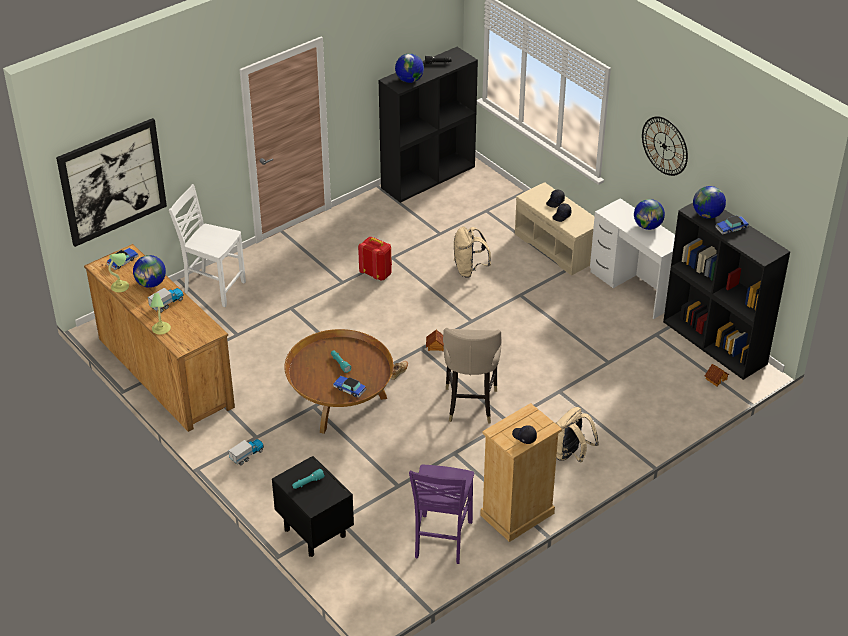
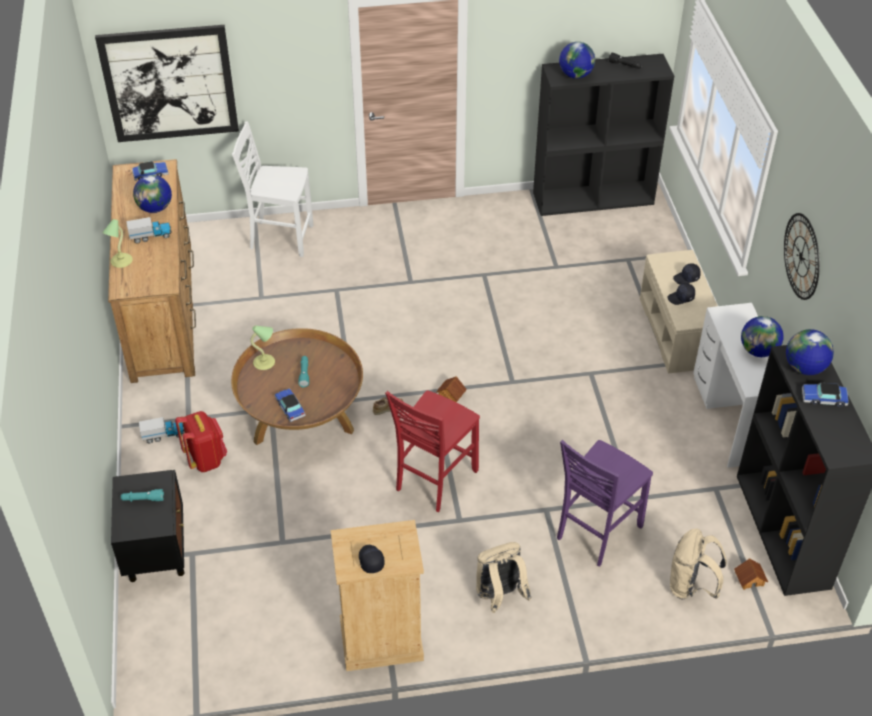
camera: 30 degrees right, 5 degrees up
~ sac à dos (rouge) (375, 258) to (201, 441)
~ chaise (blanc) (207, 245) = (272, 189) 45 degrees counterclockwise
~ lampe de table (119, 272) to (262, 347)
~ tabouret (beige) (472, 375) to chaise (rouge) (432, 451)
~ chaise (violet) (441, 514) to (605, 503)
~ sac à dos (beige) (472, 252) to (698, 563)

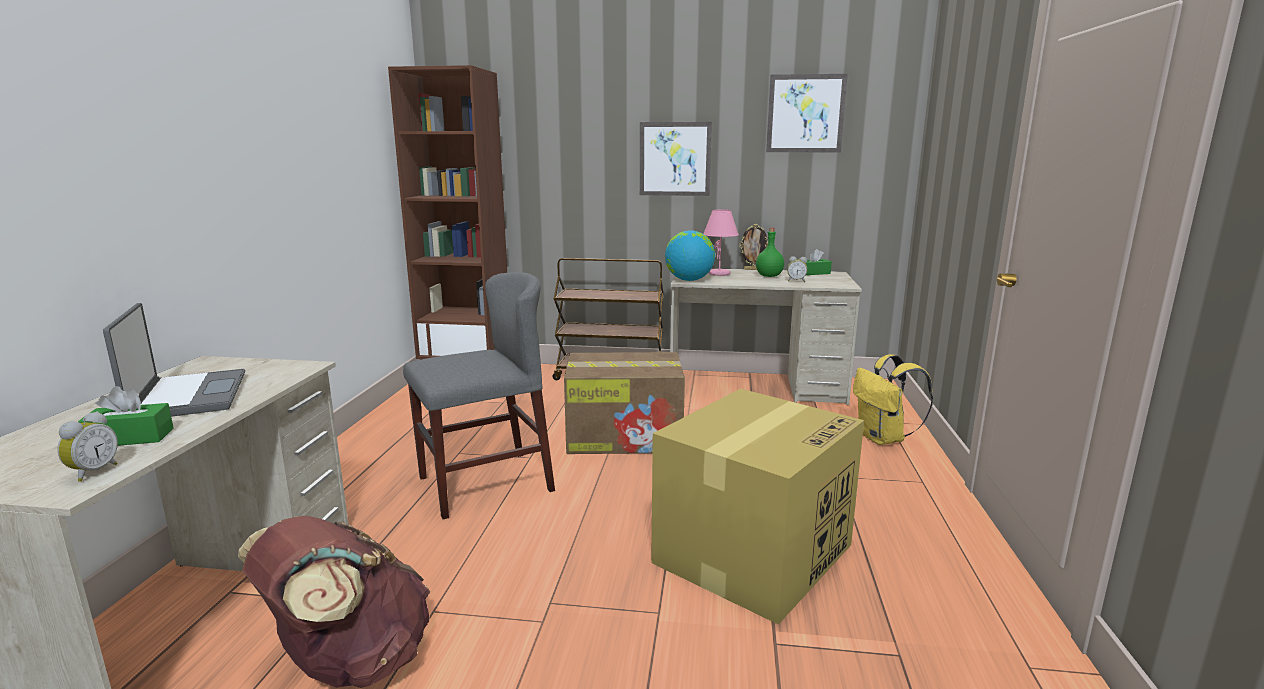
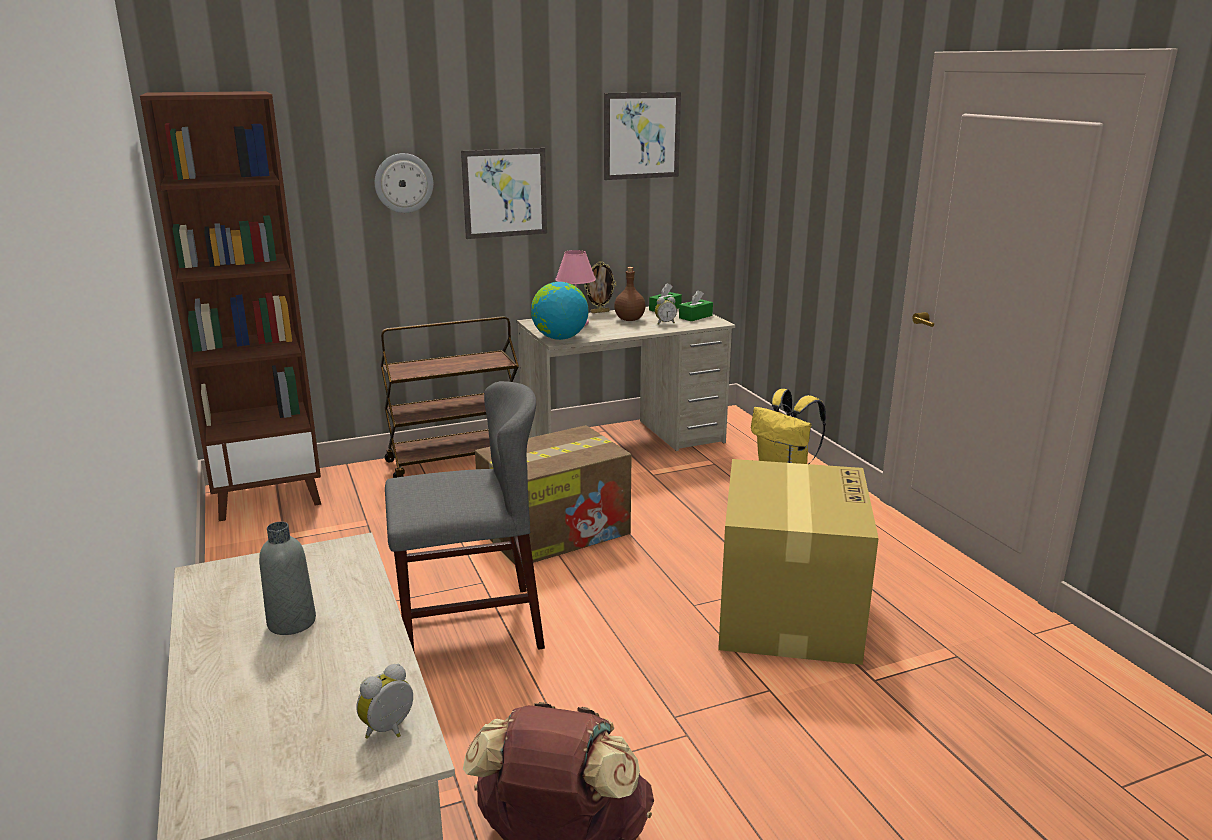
camera: 30 degrees left, 5 degrees up
~ ordinateur portable (174, 360) to bouteille (gris) (287, 578)
~ réveil (87, 446) = (384, 701) 120 degrees counterclockwise
+ horloge murale (404, 183)
~ chaise (gris) (479, 395) = (465, 517) 45 degrees clockwise
~ bouteille (vert) (770, 252) to bouteille (marron) (630, 294)
~ boîte à mouchoirs (vert) (126, 416) to (696, 305)

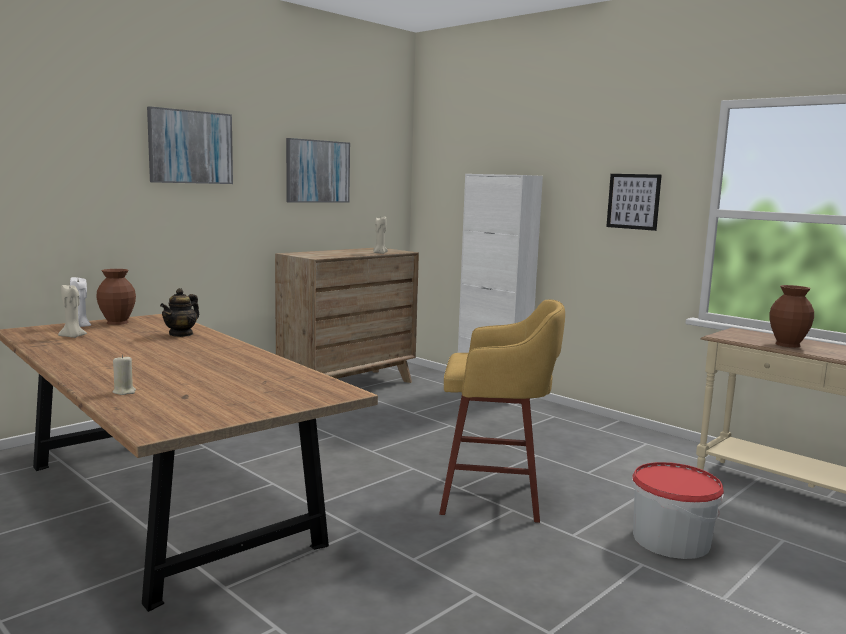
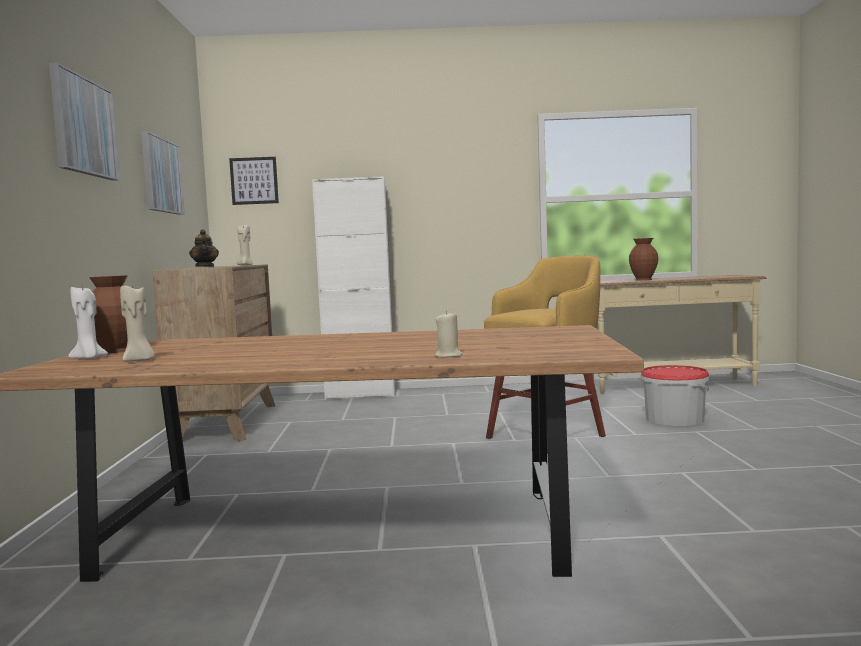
camera: 45 degrees left, 5 degrees down
~ théière (179, 312) to (204, 248)
~ tableau (634, 202) to (254, 181)

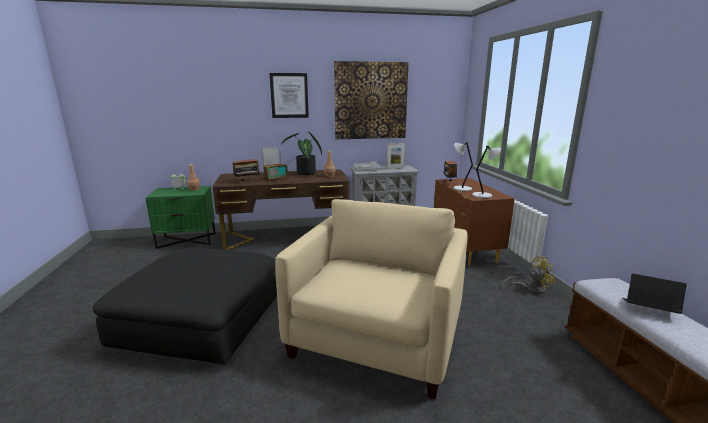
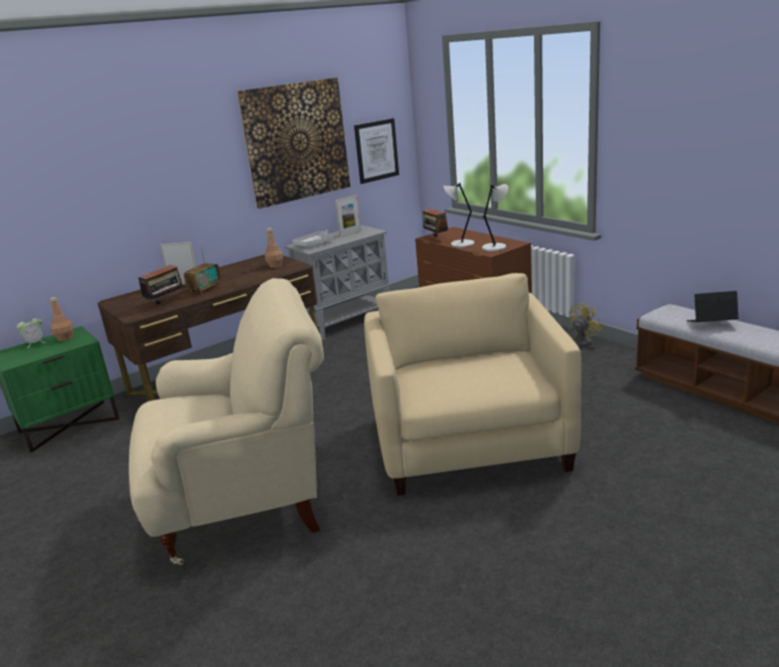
camera: 25 degrees left, 5 degrees up
~ pouf (noir) (185, 306) to fauteuil (beige) (226, 421)
~ tableau (289, 95) to (376, 151)
- plante en pot (301, 153)

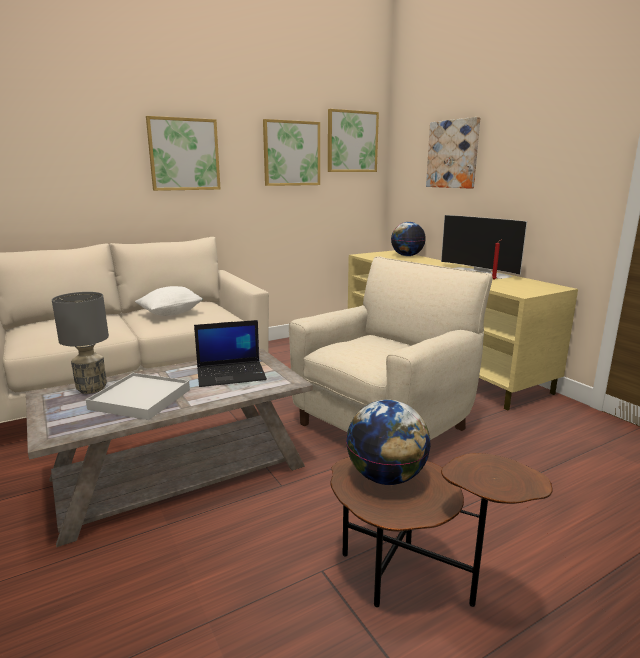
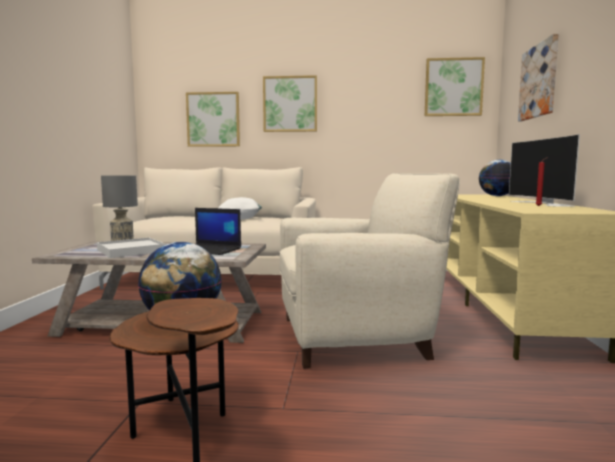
camera: 35 degrees right, 10 degrees down
~ tableau (291, 152) to (213, 119)

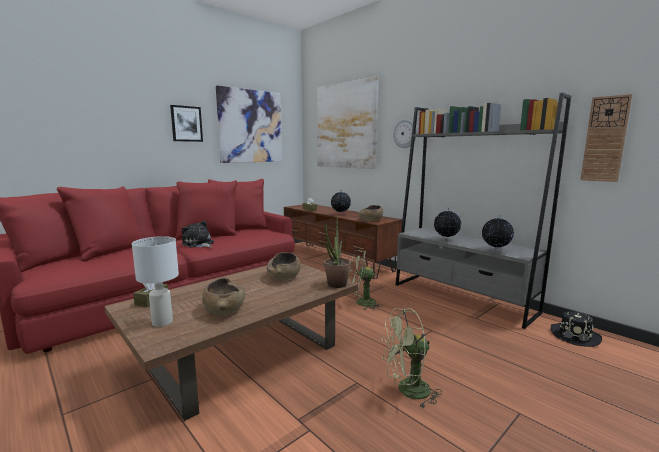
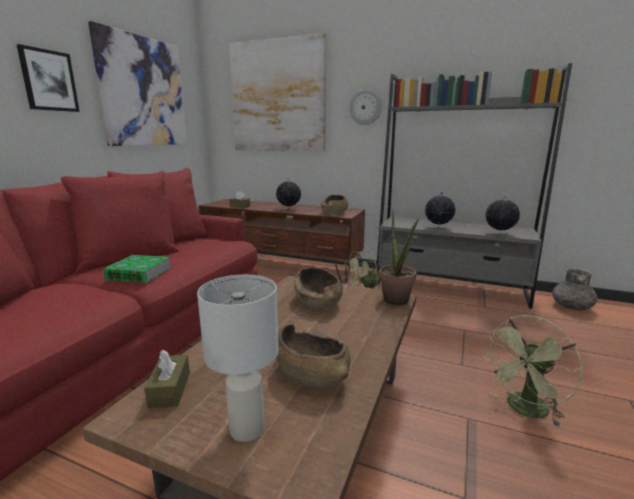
camera: 25 degrees left, 5 degrees up
~ peluche (198, 234) to livre (137, 269)
~ chapeau (noir) (576, 329) to vase (gris) (575, 289)
- horloge murale (606, 138)

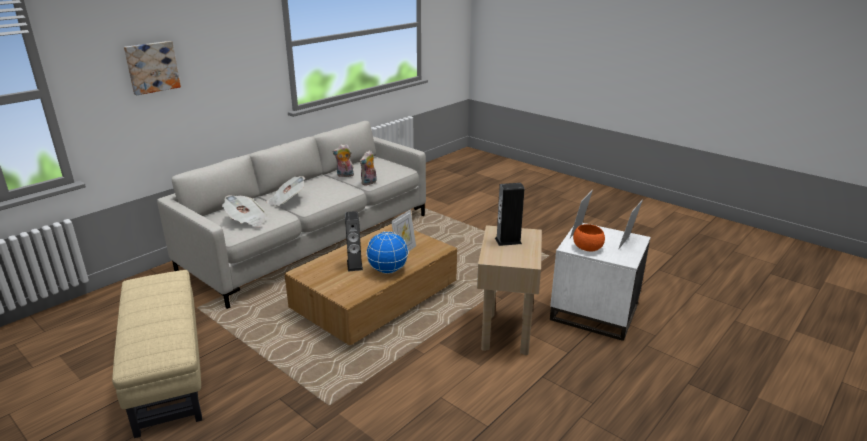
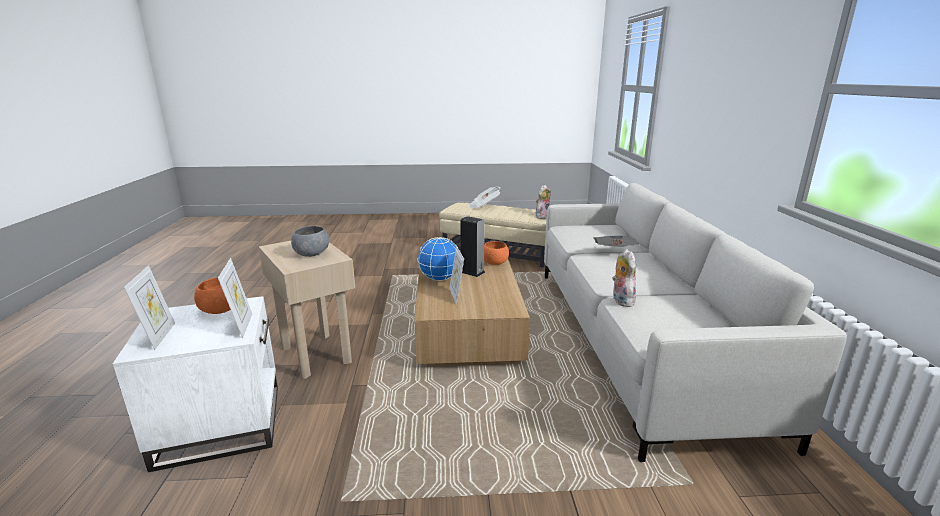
camera: 135 degrees right, 5 degrees down
~ enceinte (509, 214) to bol (gris) (310, 241)
~ journal (244, 211) to (483, 197)
+ bol (orange) (496, 253)
~ peluche (343, 160) to (543, 202)
- tableau (152, 68)

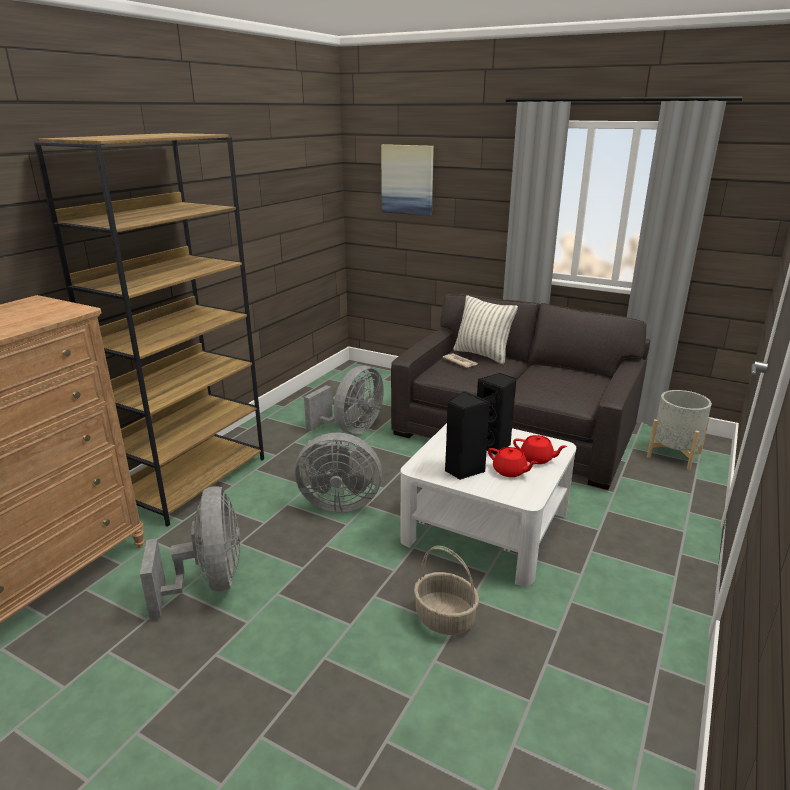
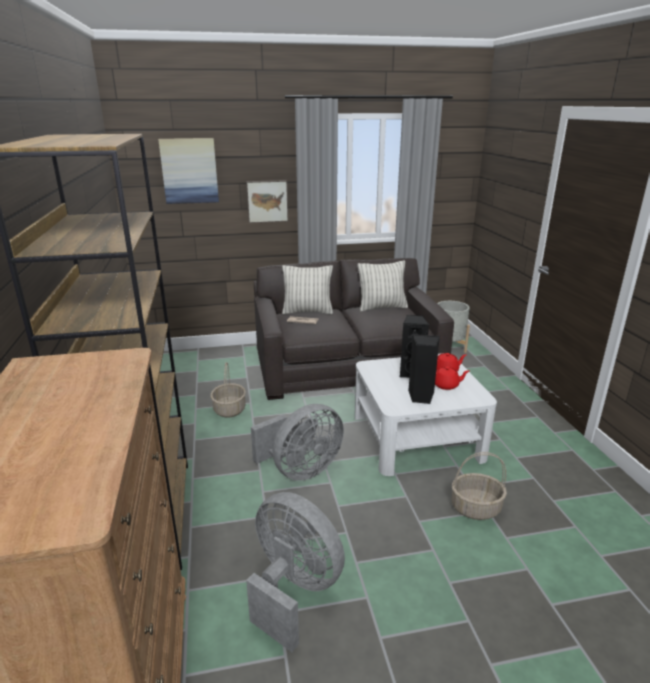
camera: 40 degrees left, 0 degrees up
~ ventilateur (gris) (344, 400) to panier (228, 390)
+ tableau (267, 201)
+ coussin (382, 285)

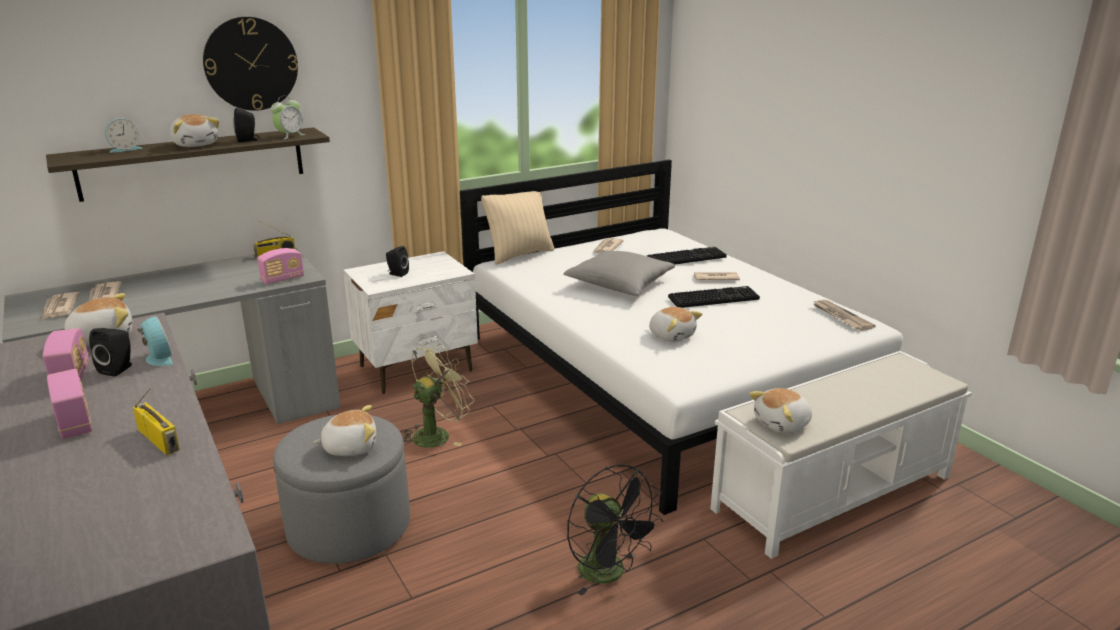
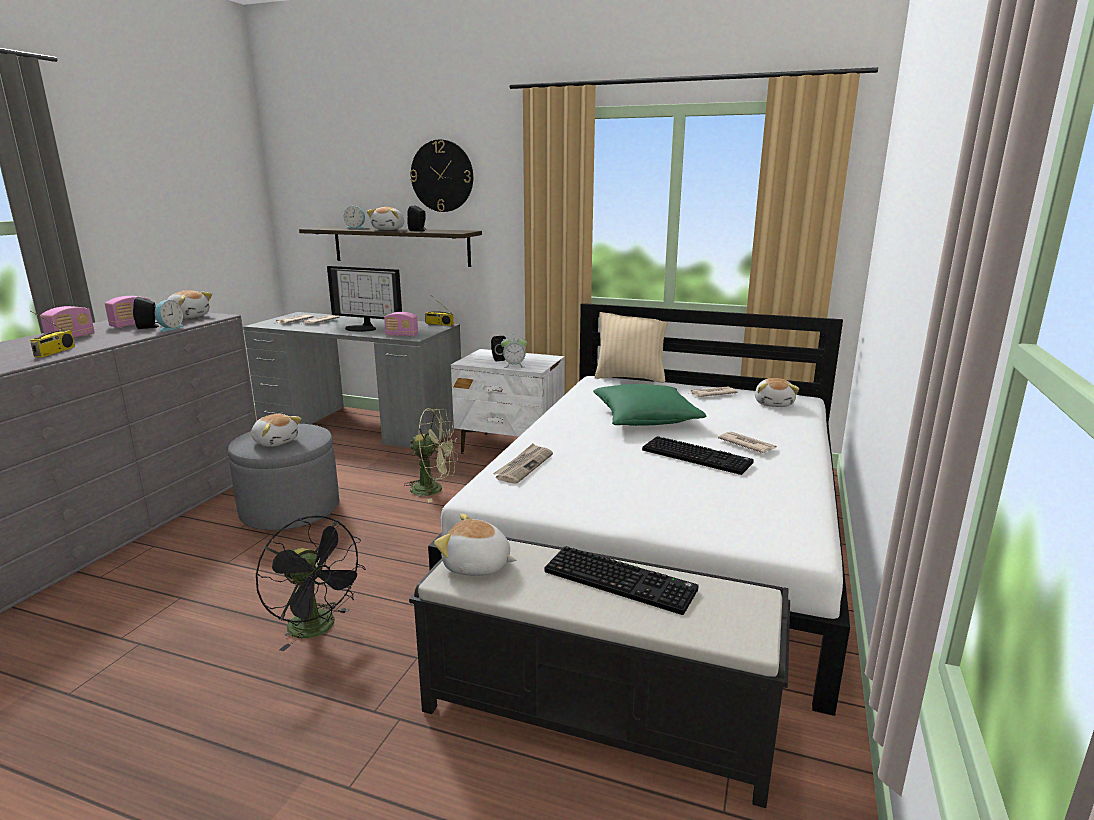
camera: 50 degrees right, 5 degrees down
~ ventilateur (noir) (615, 530) = (311, 583) 60 degrees counterclockwise
+ écran d'ordinateur (364, 299)
~ banc (blanc) (841, 455) to banc (noir) (599, 672)
~ journal (844, 315) to (523, 464)
~ réveil (288, 117) to (514, 351)
~ clavier (687, 255) to (622, 580)
~ coussin (gris) (619, 273) to coussin (vert) (649, 405)
~ peluche (676, 324) to (777, 392)

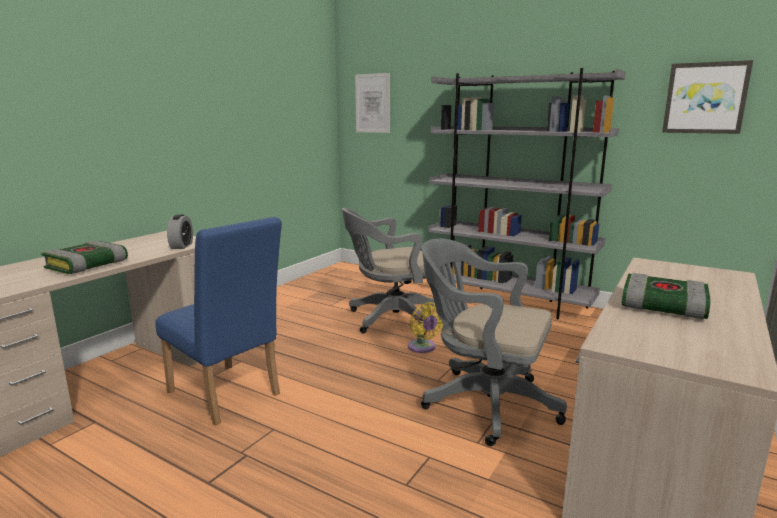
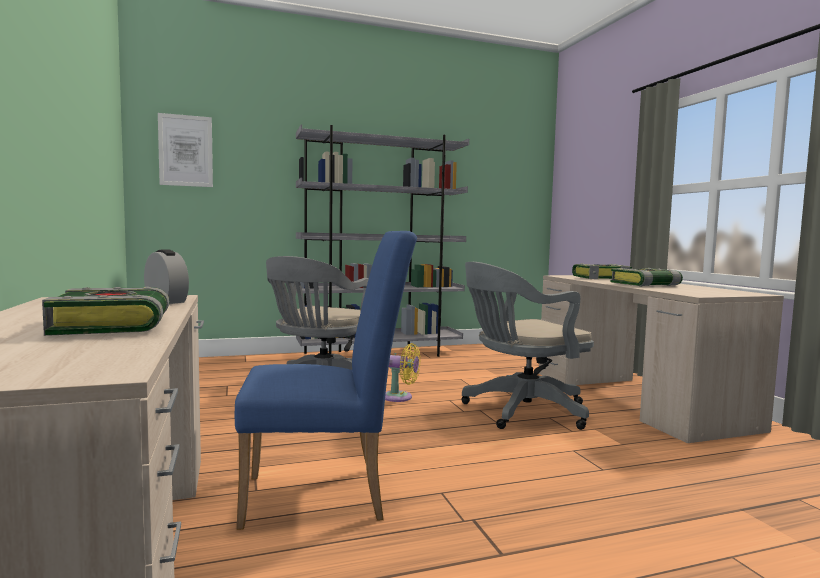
camera: 50 degrees left, 10 degrees down
+ livre (602, 271)
- tableau (707, 97)

